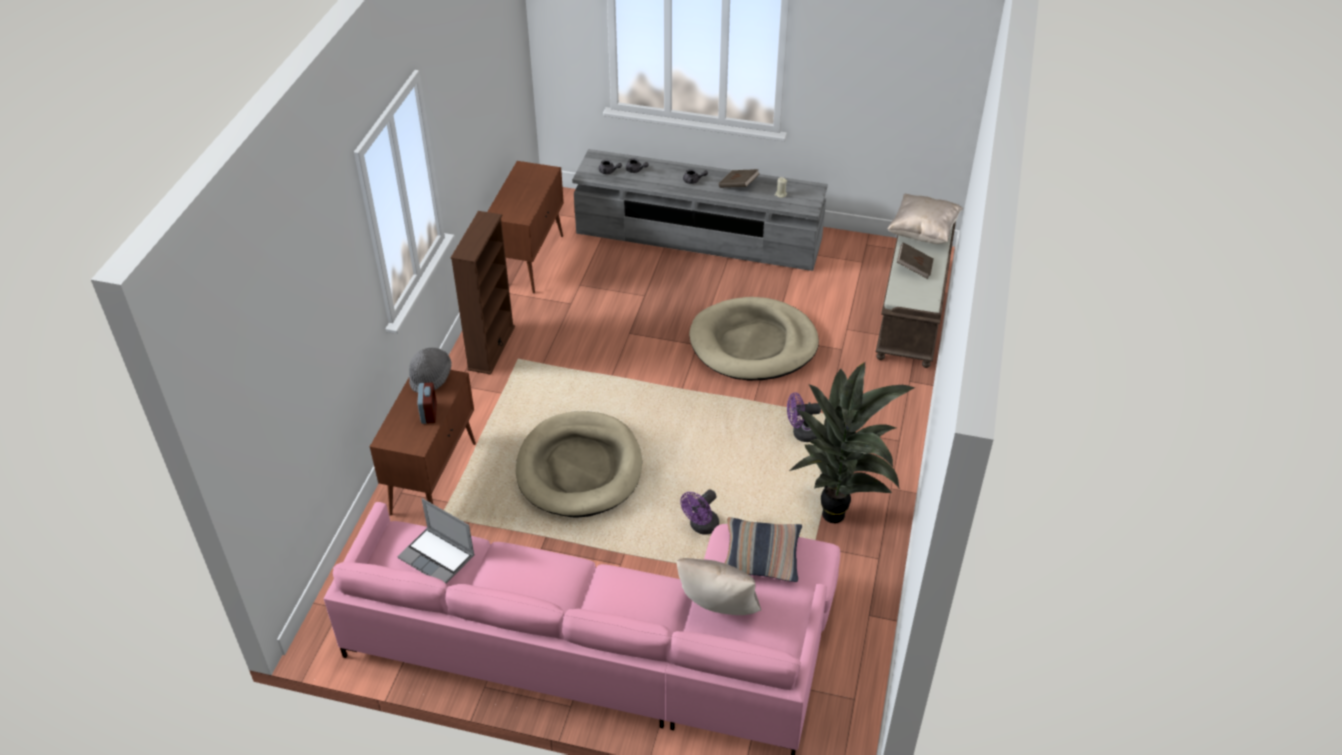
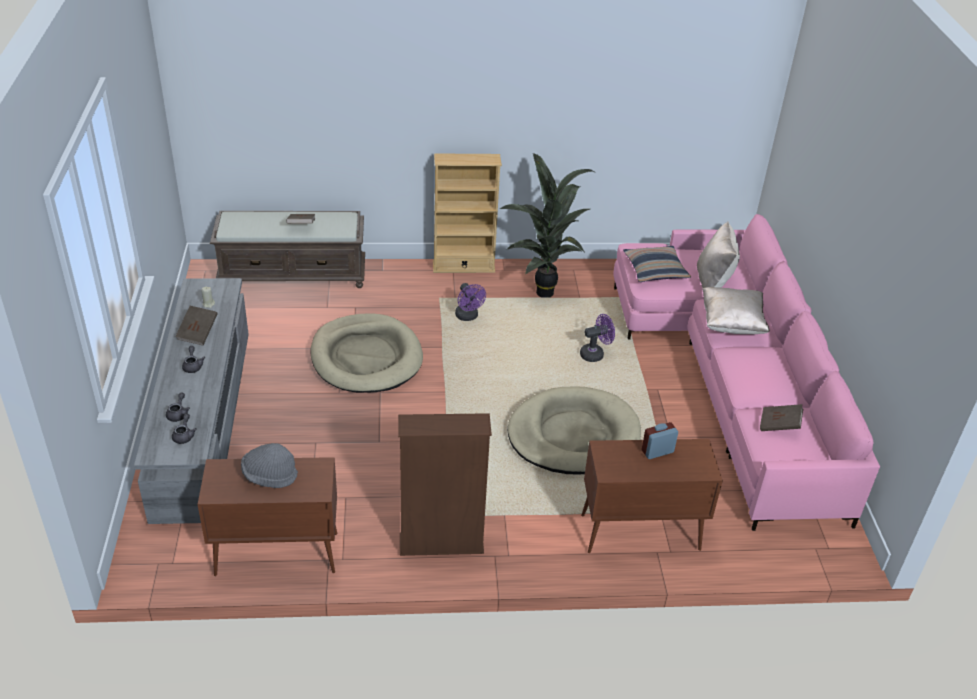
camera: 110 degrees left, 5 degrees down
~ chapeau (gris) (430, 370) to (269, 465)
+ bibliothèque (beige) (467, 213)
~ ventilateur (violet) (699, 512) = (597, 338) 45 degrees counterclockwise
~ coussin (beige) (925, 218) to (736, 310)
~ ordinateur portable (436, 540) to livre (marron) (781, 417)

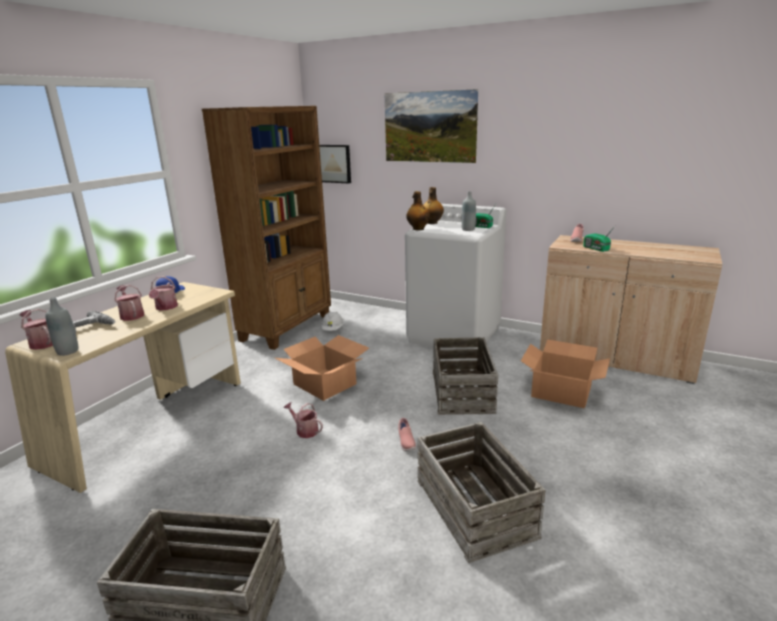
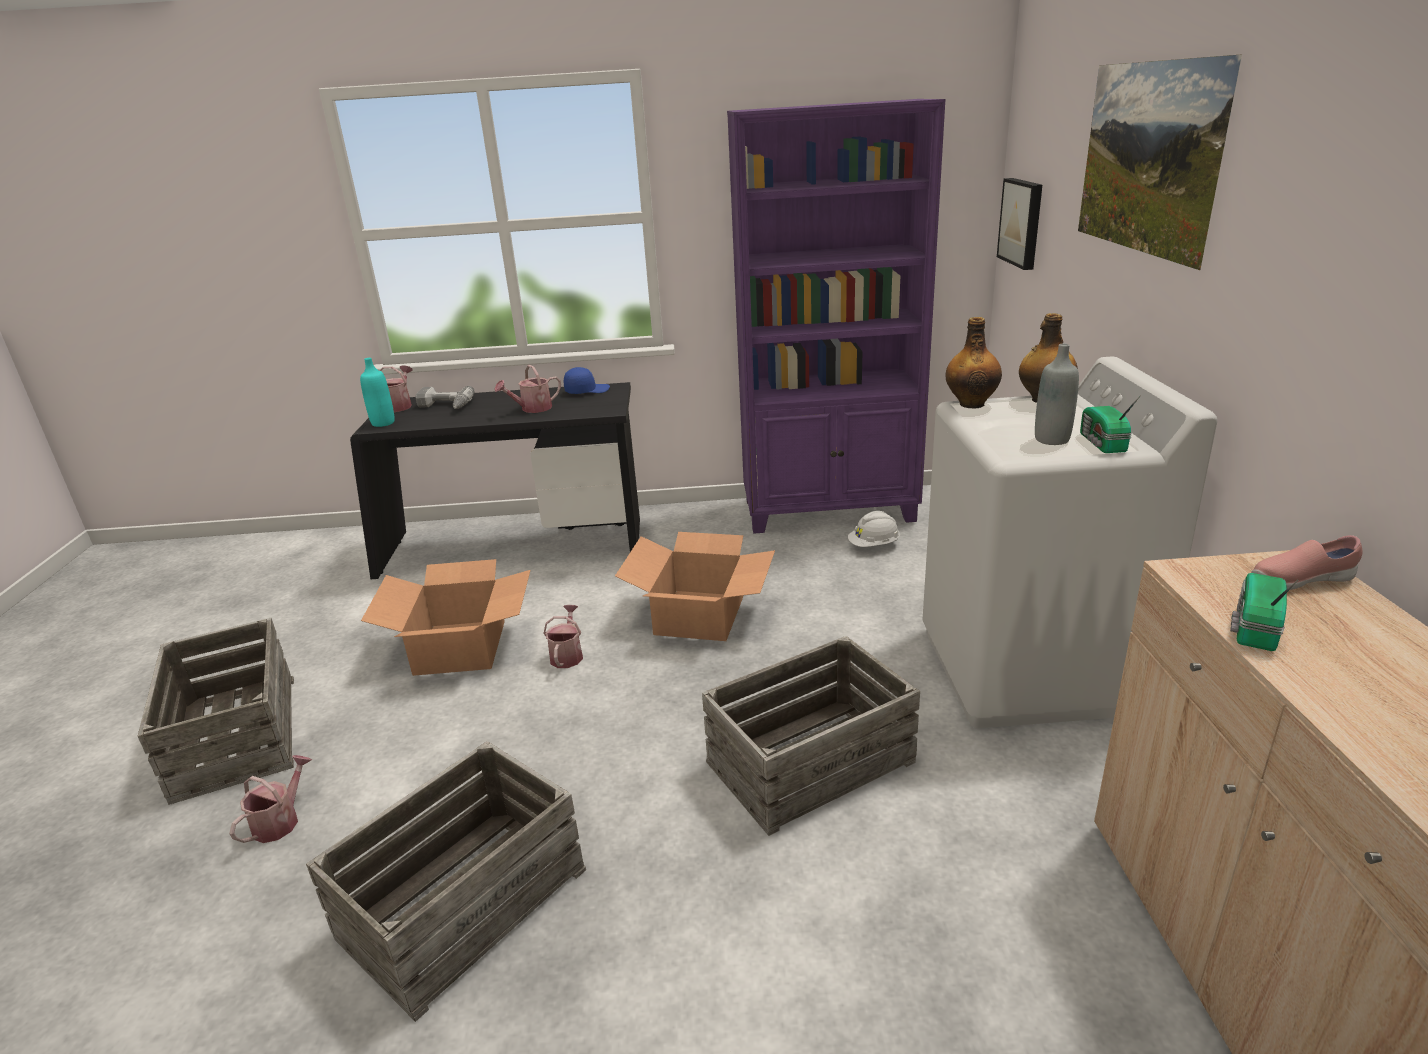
camera: 60 degrees right, 5 degrees up
~ arrosoir (129, 303) to (270, 799)
~ bureau (beige) (123, 387) to bureau (noir) (495, 480)
~ bouteille (gris) (61, 326) to bouteille (turquoise) (377, 392)
~ carton (565, 373) to (445, 617)
~ bibliothèque (marron) (266, 228) to bibliothèque (violet) (836, 316)
- chaussure (rose) (407, 434)

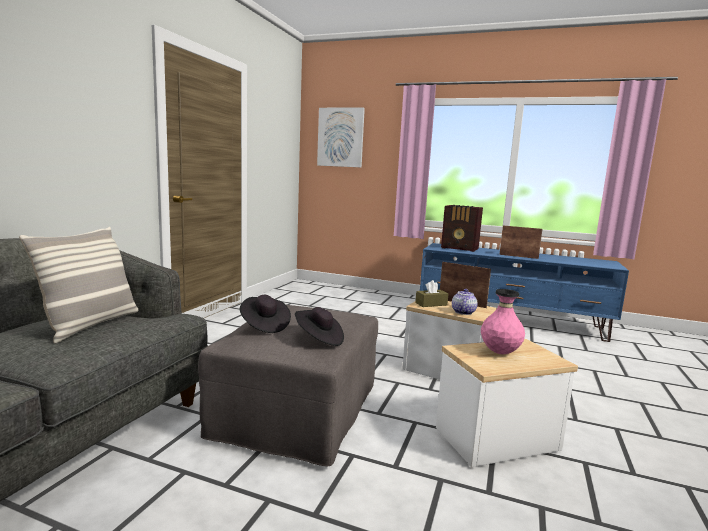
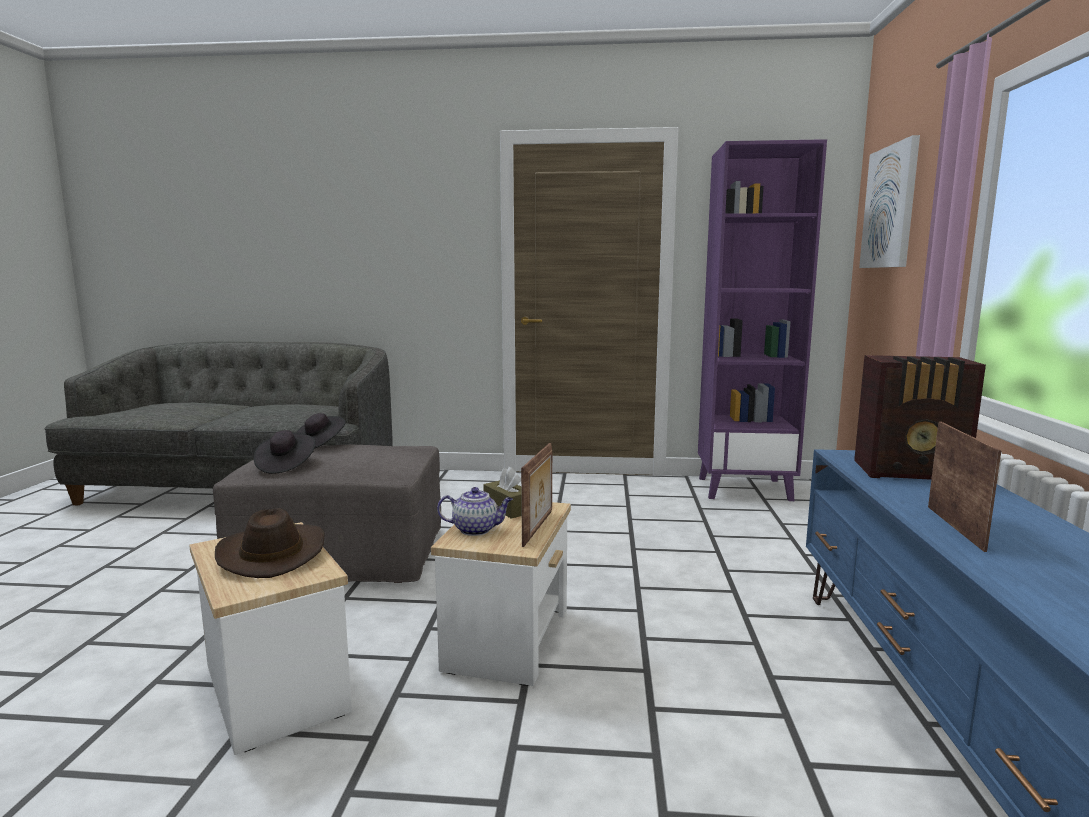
camera: 75 degrees right, 0 degrees up
~ vase (rose) (503, 321) to chapeau (marron) (270, 543)
+ bibliothèque (violet) (762, 320)
~ radio (462, 228) = (920, 417) 90 degrees counterclockwise
- coussin (79, 285)

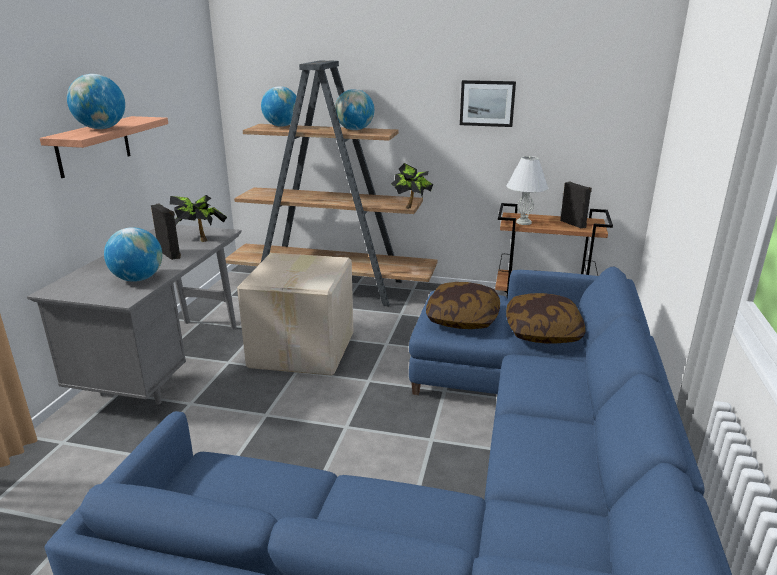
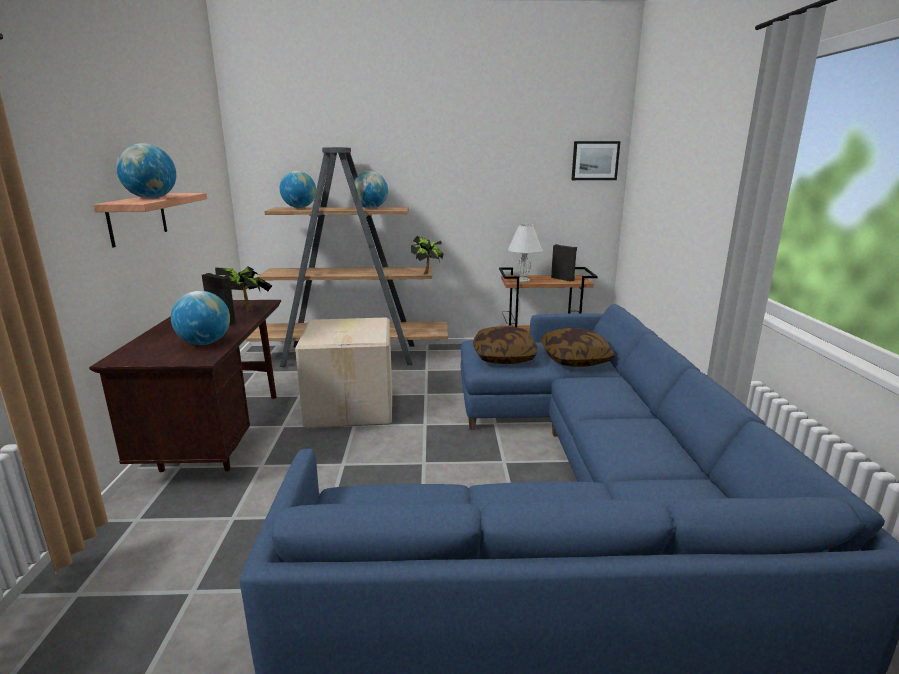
camera: 15 degrees left, 5 degrees down
~ bureau (gris) (134, 315) to bureau (marron) (185, 386)
~ tableau (488, 103) to (596, 160)

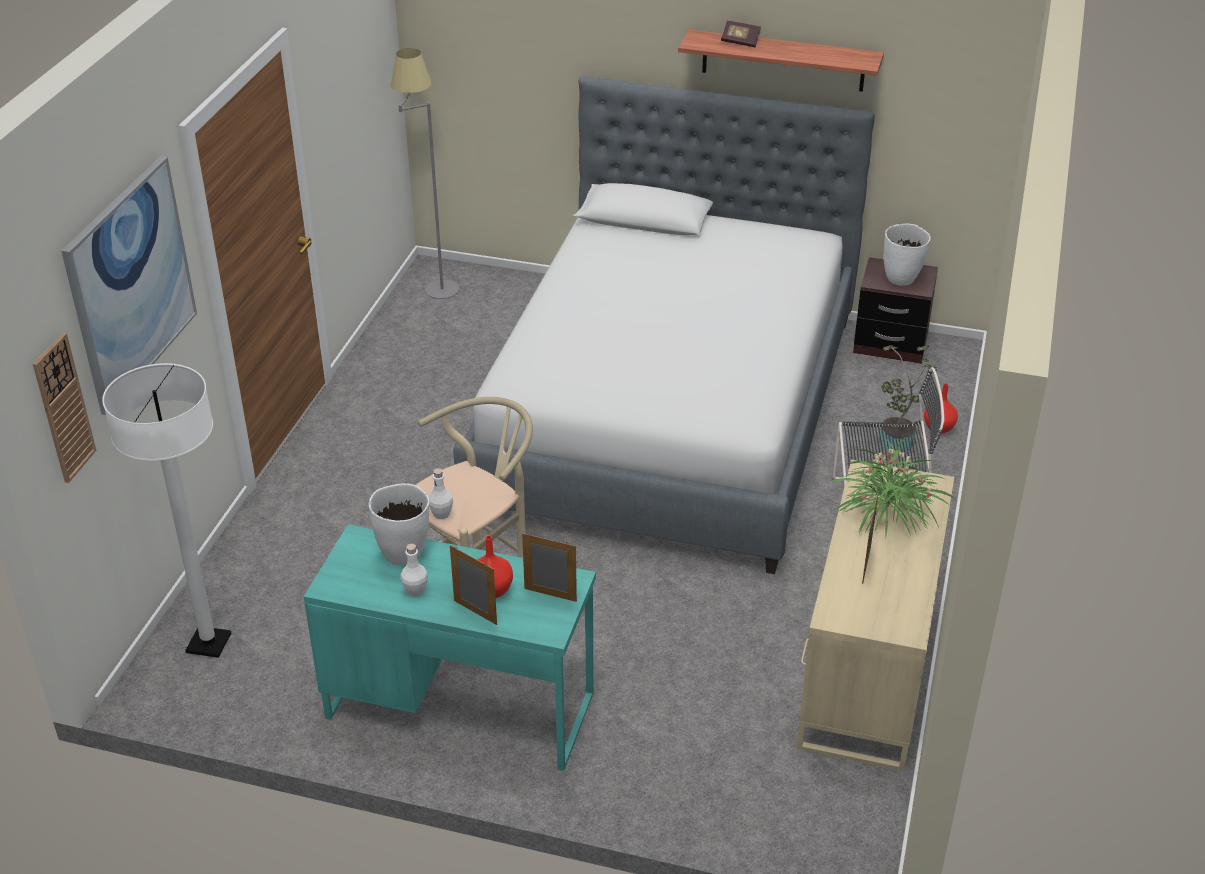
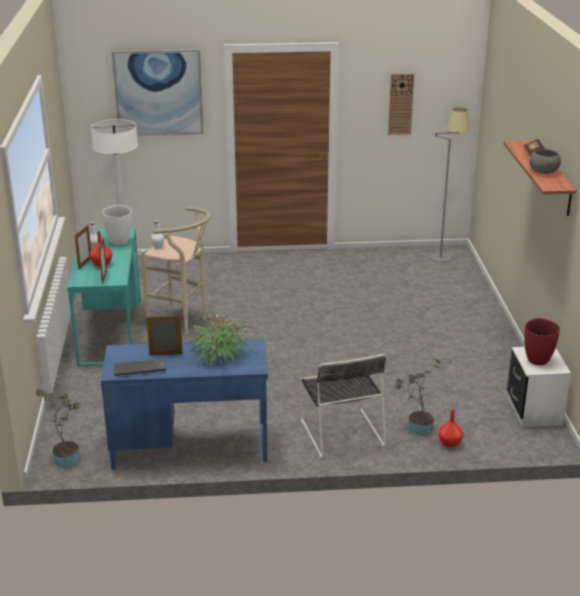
camera: 70 degrees right, 10 degrees down
+ plante en pot (58, 428)
~ bureau (beige) (875, 615) to bureau (bleu) (184, 404)
+ clavier (140, 367)
~ horloge murale (64, 408) to (401, 104)
~ table de chevet (marron) (895, 310) to table de chevet (blanc) (539, 387)
~ vase (blanc) (907, 255) to vase (rouge) (542, 341)
+ bol (gris) (545, 161)
- lit (664, 325)

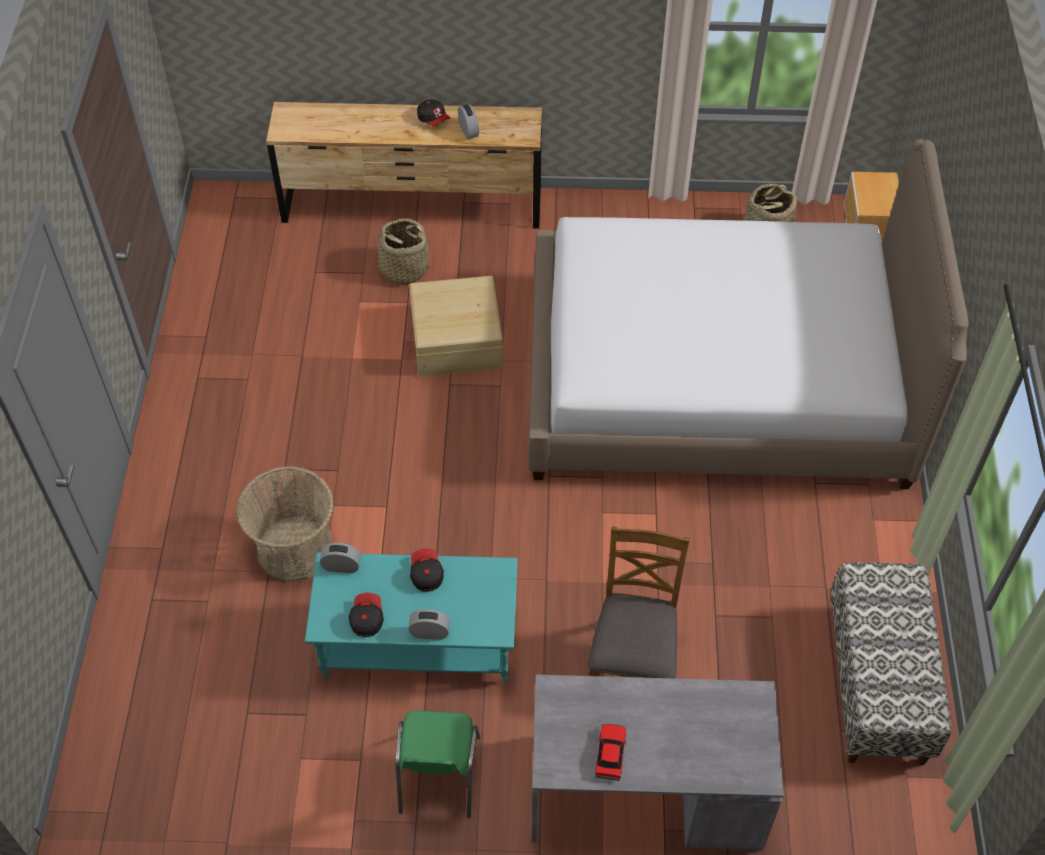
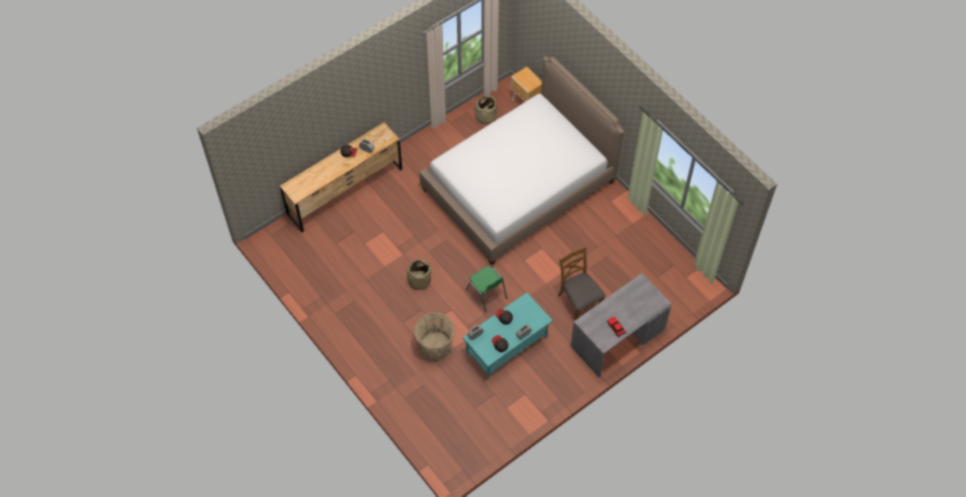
camera: 40 degrees left, 5 degrees up
~ panier (400, 251) to (419, 274)
~ chaise (vert) (438, 764) to (486, 289)
- boîte de rangement (beige) (456, 326)
- banc (891, 663)

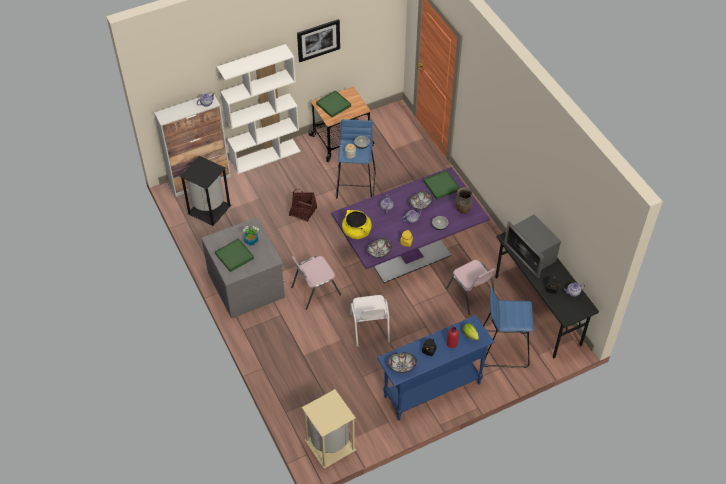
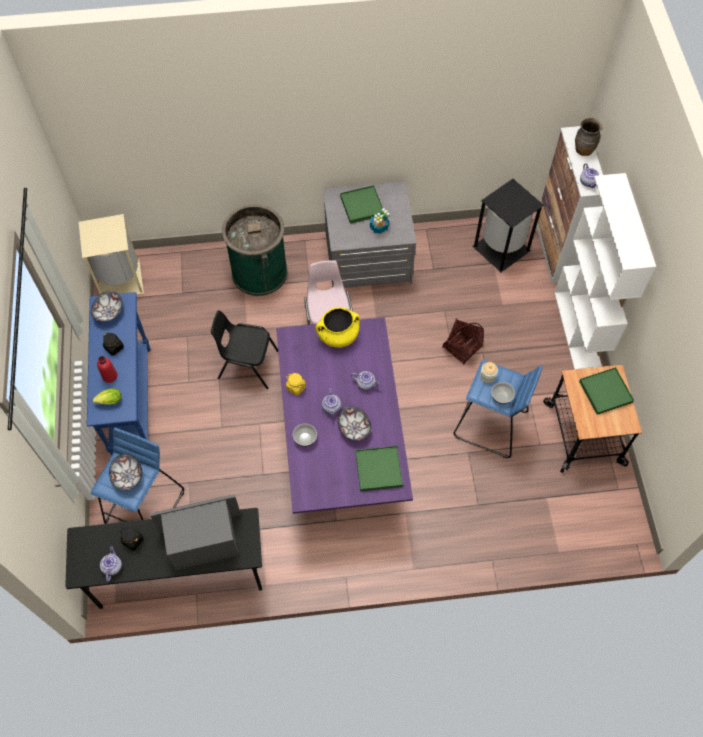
camera: 110 degrees right, 10 degrees up
~ bol (379, 248) to (125, 472)
~ chaise (blanc) (370, 321) to chaise (noir) (244, 349)
+ poubelle (vert) (255, 250)
~ vase (marron) (464, 200) to (588, 136)
- tableau (318, 40)
- chaise (rose) (470, 287)

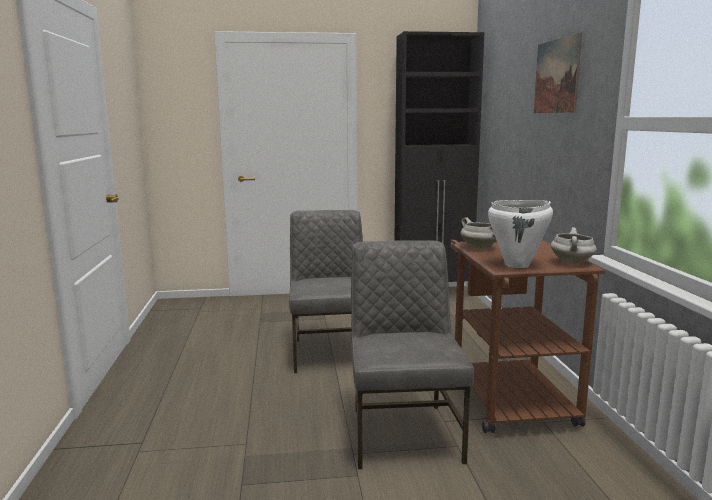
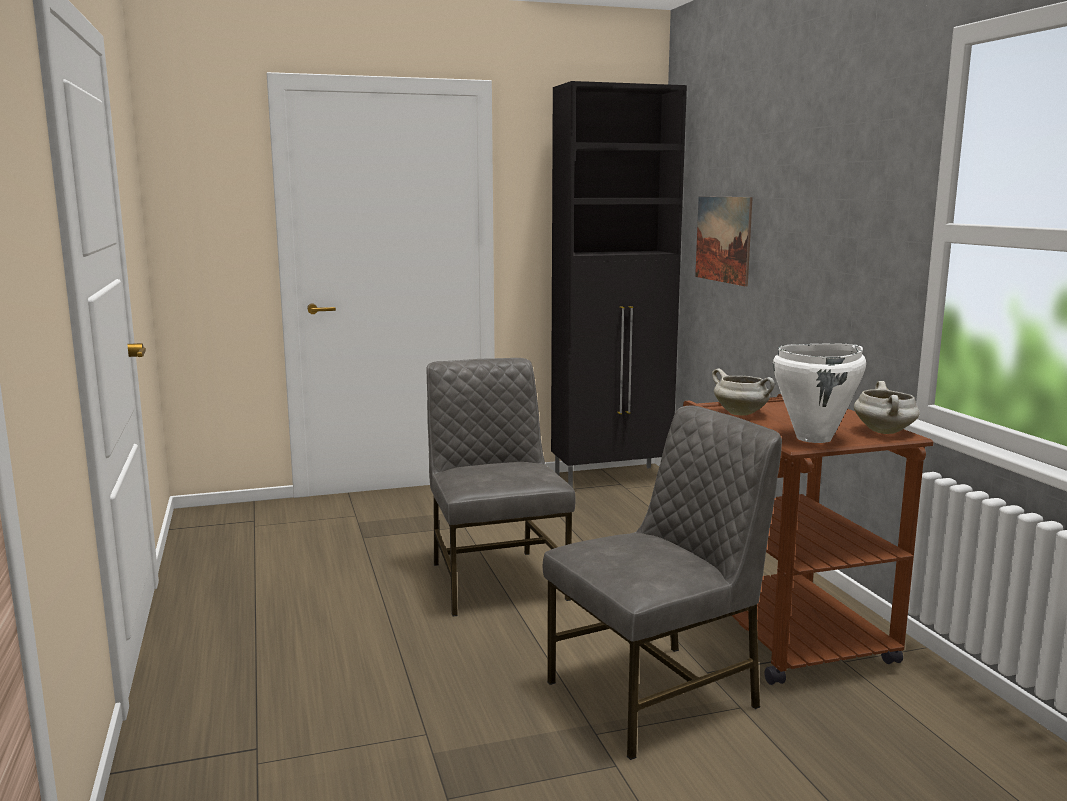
camera: 10 degrees left, 0 degrees up
~ chaise (gris) (412, 354) = (662, 583) 75 degrees clockwise
~ tableau (558, 73) to (724, 241)

